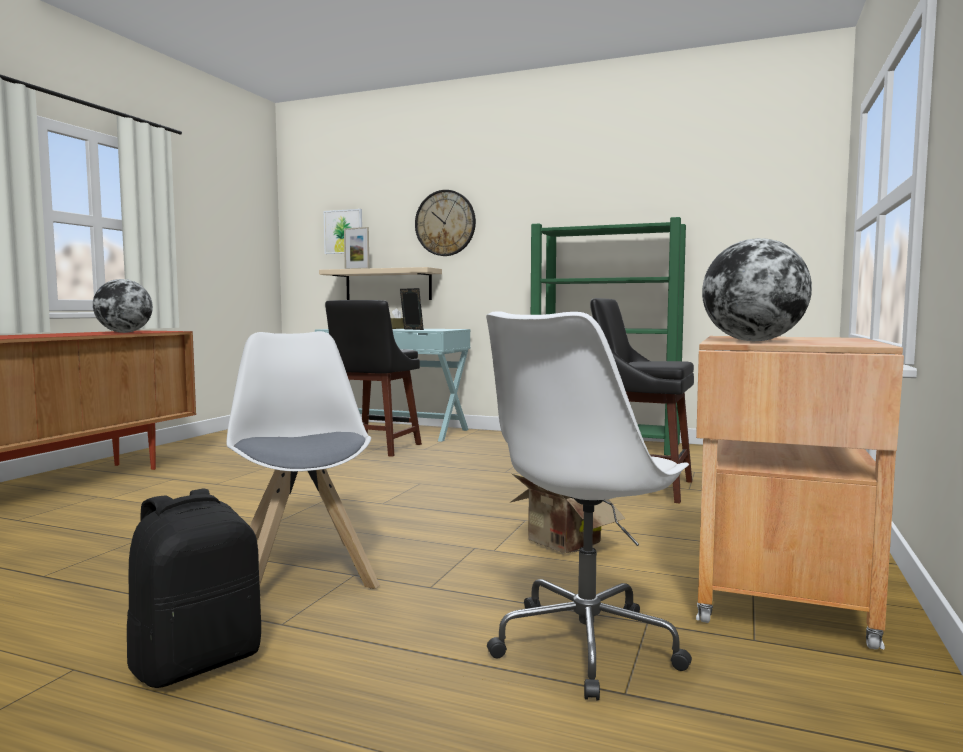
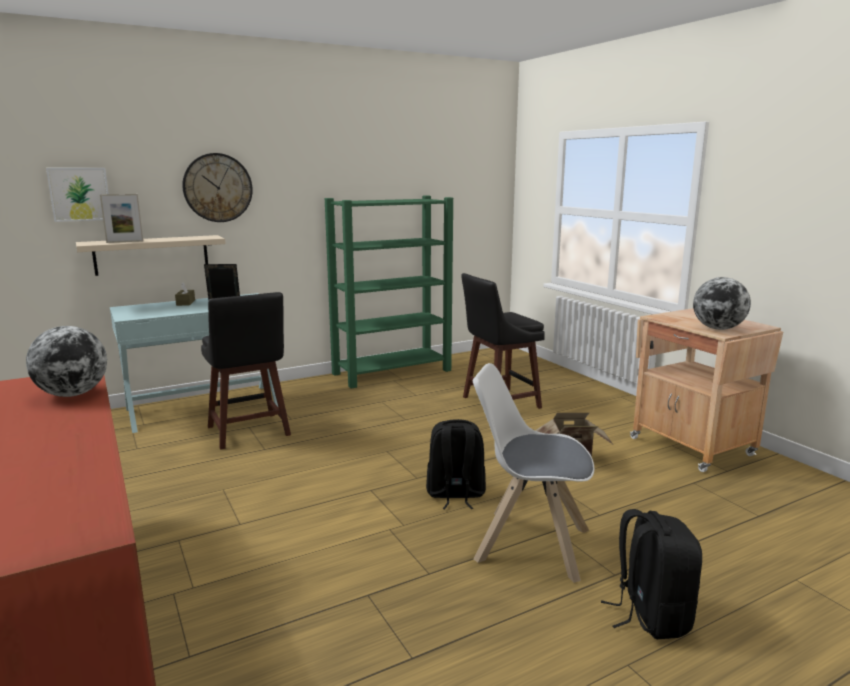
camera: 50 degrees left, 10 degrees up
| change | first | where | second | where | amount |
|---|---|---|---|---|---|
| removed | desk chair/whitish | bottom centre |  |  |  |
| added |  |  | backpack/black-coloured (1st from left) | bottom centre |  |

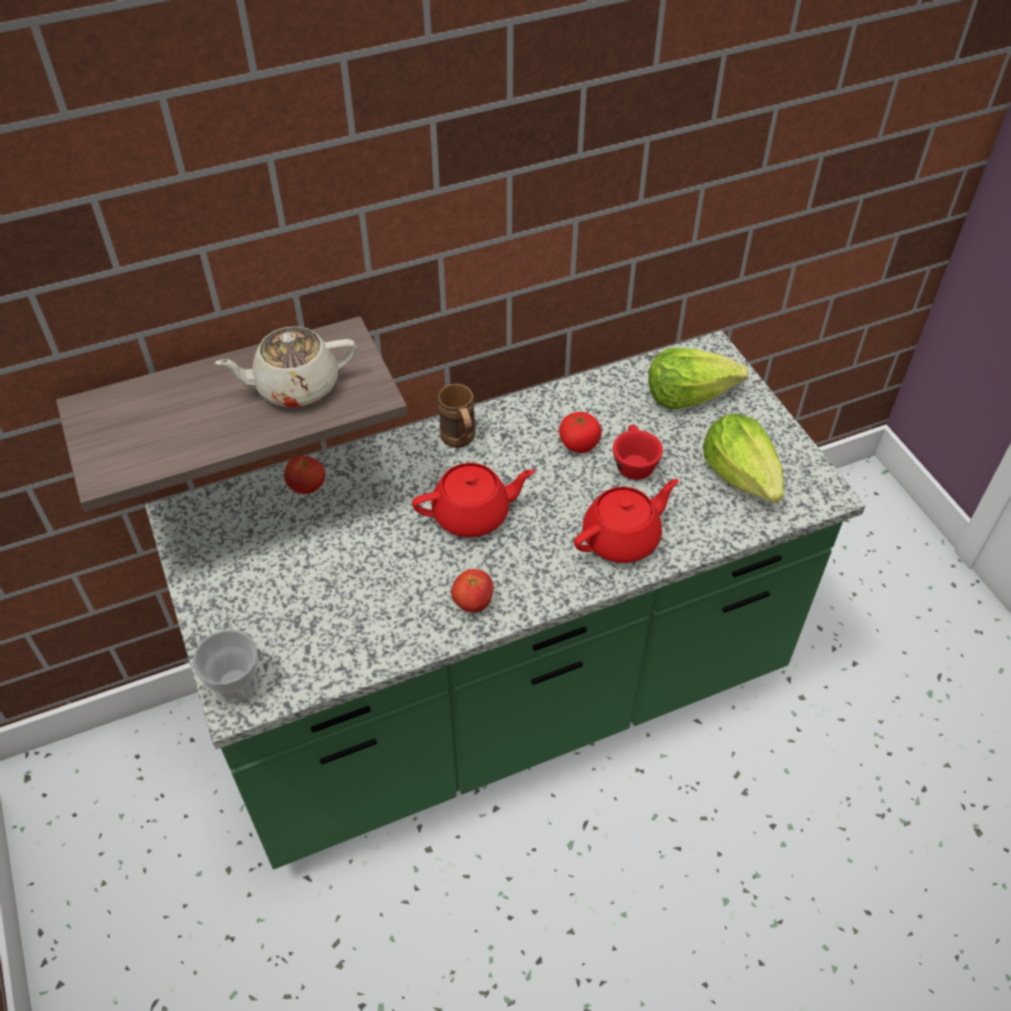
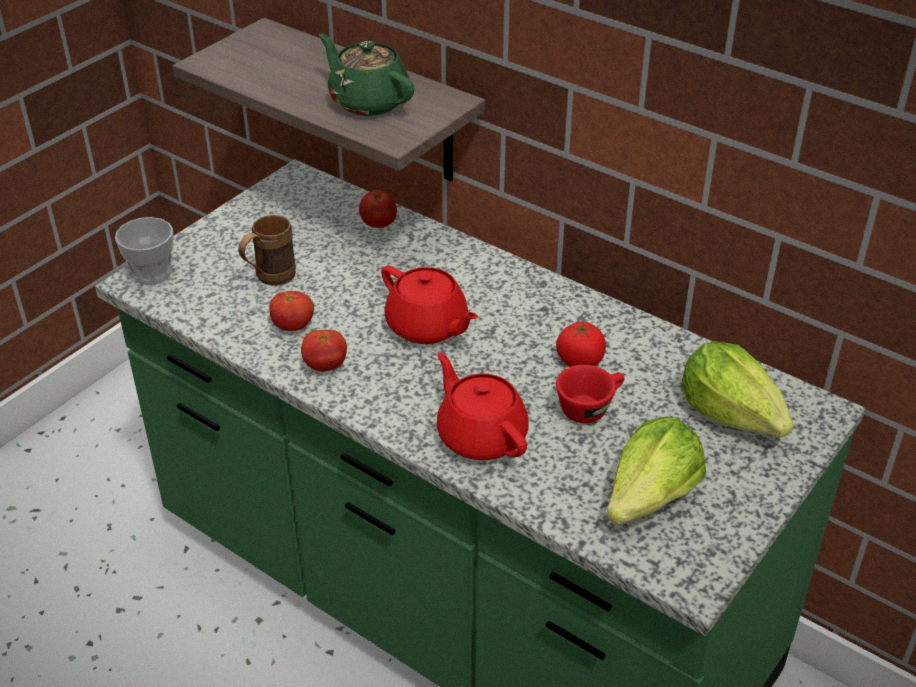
camera: 60 degrees right, 10 degrees down
| change | first | where | second | where | amount |
|---|---|---|---|---|---|
| recoloured | teapot/sand-coloured | middle left | teapot/greenish | top centre |  |
| moved | tea mug/brown | centre |  | middle left |  |
| turned | teapot/red (2nd from left) | centre |  | centre | 150 degrees counterclockwise |
| added |  |  | fresh tomato (1st from left) | middle left |  |

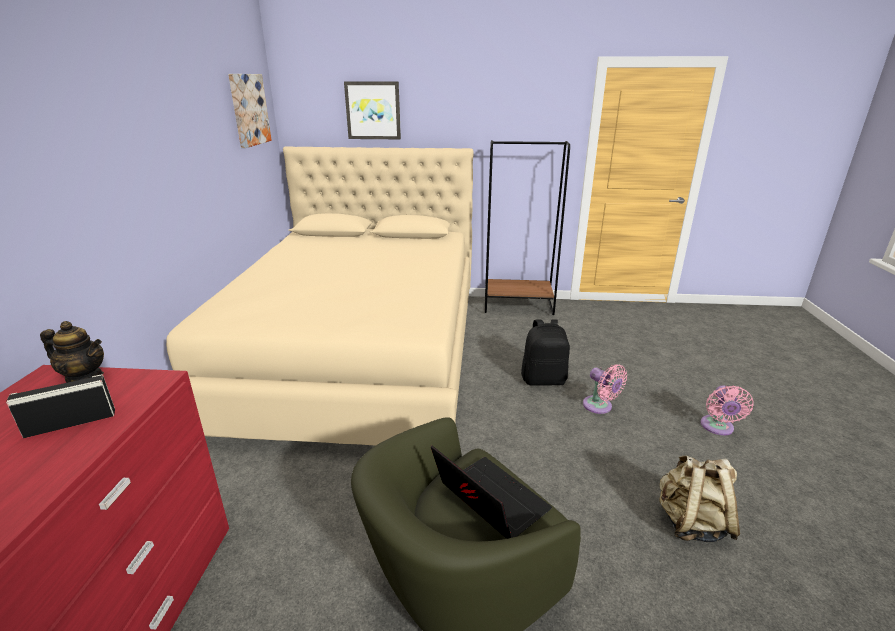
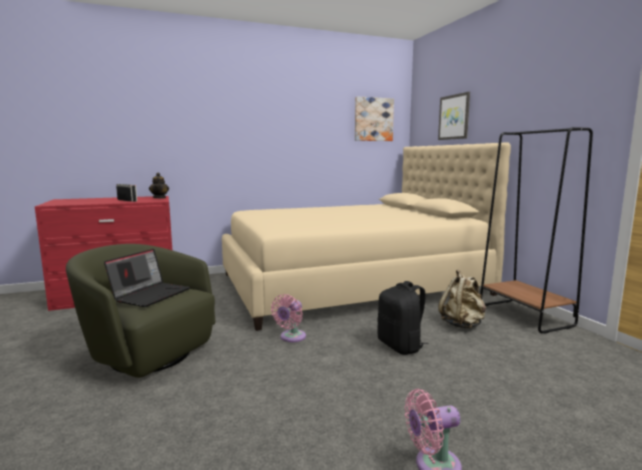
camera: 65 degrees right, 15 degrees down
| change | first | where | second | where | amount |
|---|---|---|---|---|---|
| moved | electric fan/pinkish (1st from left) | middle right |  | bottom centre |  |
| moved | backpack/sand-coloured | bottom right |  | middle right |  |

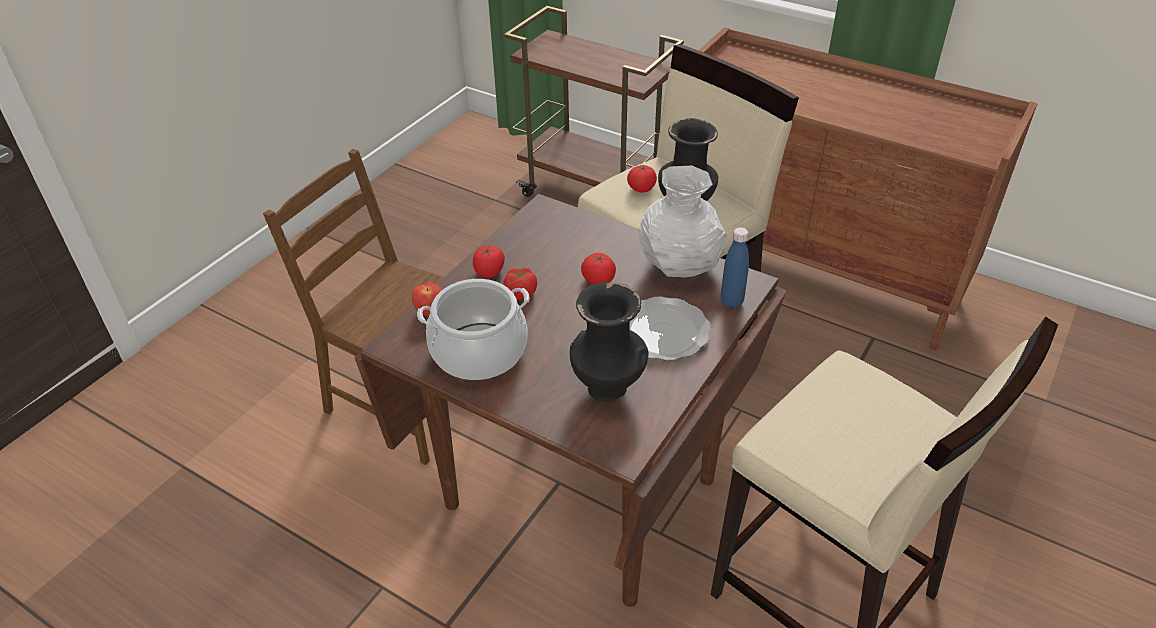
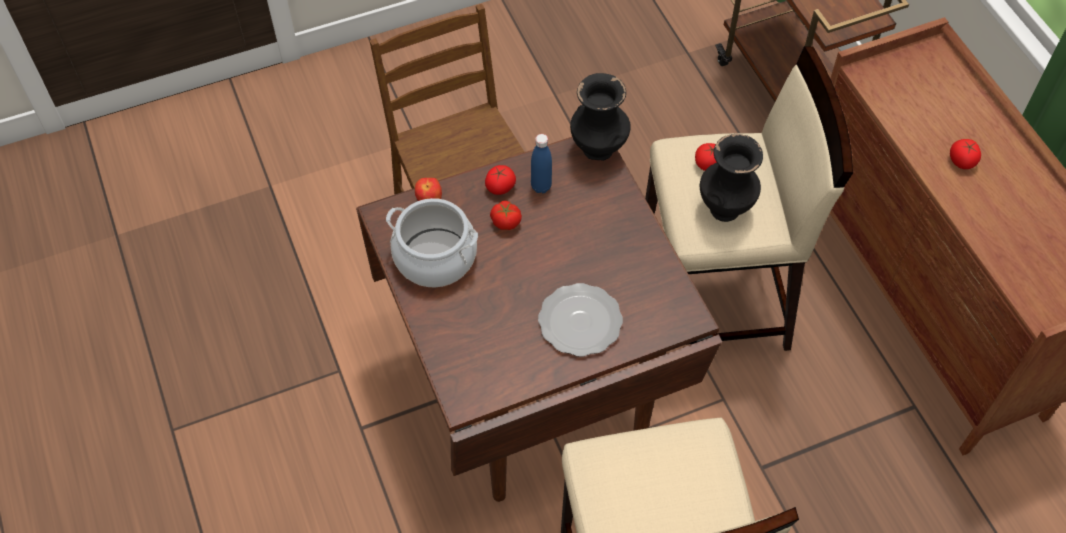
camera: 35 degrees right, 15 degrees up
| change | first | where | second | where | amount |
|---|---|---|---|---|---|
| removed | vase/whitish | centre |  |  |  |
| moved | drink bottle/bluish | centre |  | top centre |  |
| moved | fresh tomato (3rd from left in the first image) | centre | fresh tomato (4th from left) | top right |  |
| moved | vase/black-coloured (1st from left) | centre |  | top centre |  |

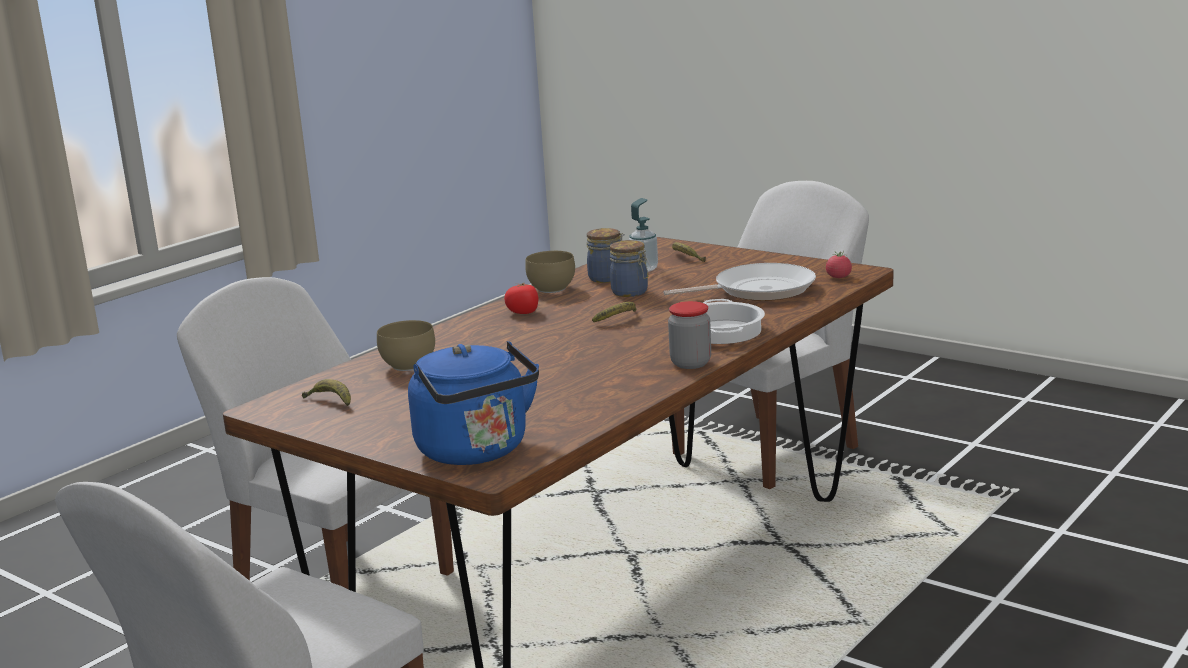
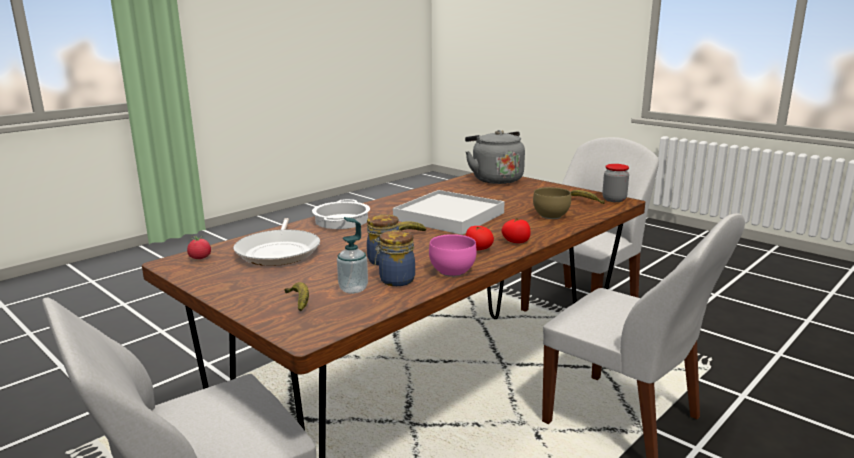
camera: 175 degrees left, 0 degrees up
| change | first | where | second | where | amount |
|---|---|---|---|---|---|
| recoloured | serving bowl/brown (2nd from left) | centre | serving bowl/pinkish | centre |  |
| turned | frying pan | centre |  | middle left | 90 degrees counterclockwise |
| moved | preserve jar (3rd from left) | centre |  | middle right |  |
| recoloured | kettle/bluish | centre | kettle/gray | centre |  |
| added |  |  | serving tray/whitish | centre |  |
| added |  |  | fresh tomato (3rd from left) | centre |  |

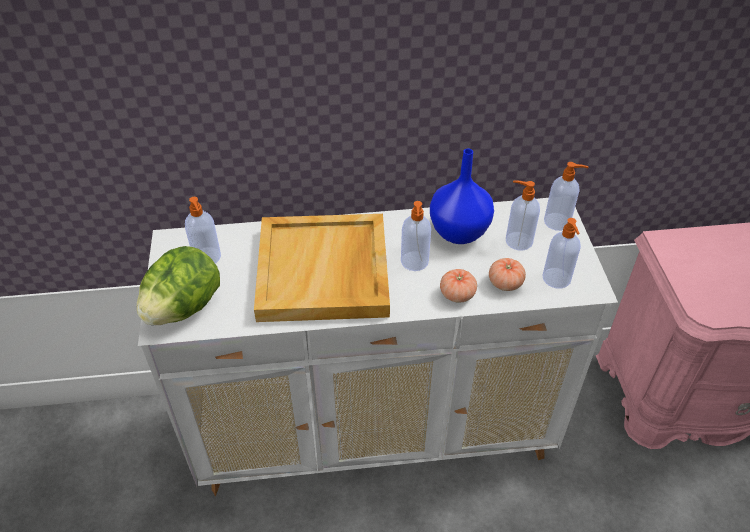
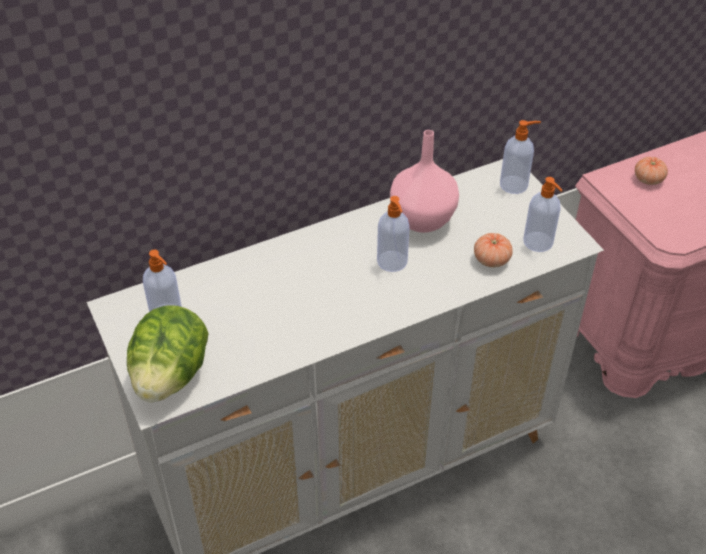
camera: 20 degrees left, 0 degrees up
| change | first | where | second | where | amount |
|---|---|---|---|---|---|
| recoloured | vase/bluish | centre | vase/pinkish | top centre |  |
| removed | soap dispenser (3rd from left) | middle right |  |  |  |
| removed | serving tray/sand-coloured | centre |  |  |  |
| moved | fresh tomato (1st from left in the first image) | centre | fresh tomato (2nd from left) | top right |  |

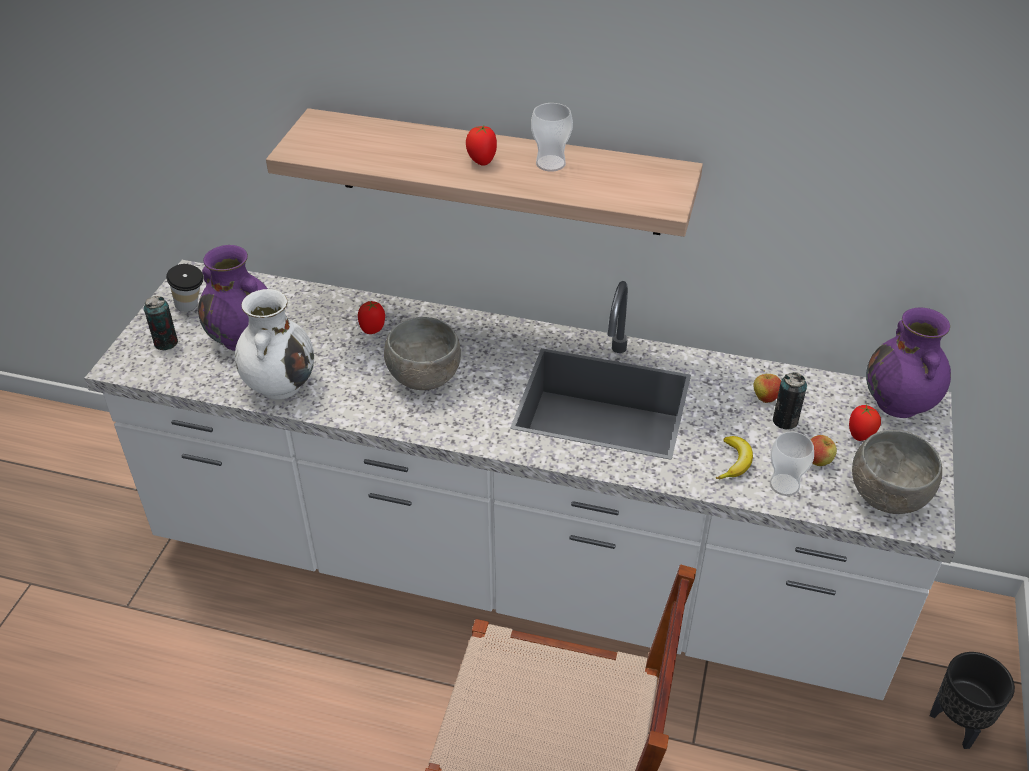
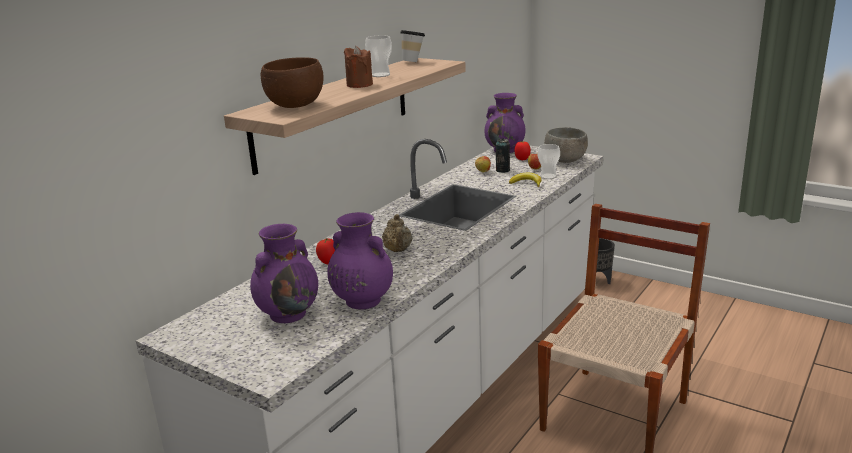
camera: 70 degrees left, 20 degrees down
| change | first | where | second | where | amount |
|---|---|---|---|---|---|
| replaced | fresh tomato (2nd from left) | top centre | candle/brown | top centre |  |
| moved | cup (1st from left in the first image) | middle left | cup (2nd from left) | top centre |  |
| recoloured | vase/whitish | middle left | vase/purple (2nd from left) | centre |  |
| removed | metal can (1st from left) | middle left |  |  |  |
| replaced | serving bowl/gray (1st from left) | centre | teapot/sand-coloured | centre |  |
| added |  |  | serving bowl/brown | top centre |  |

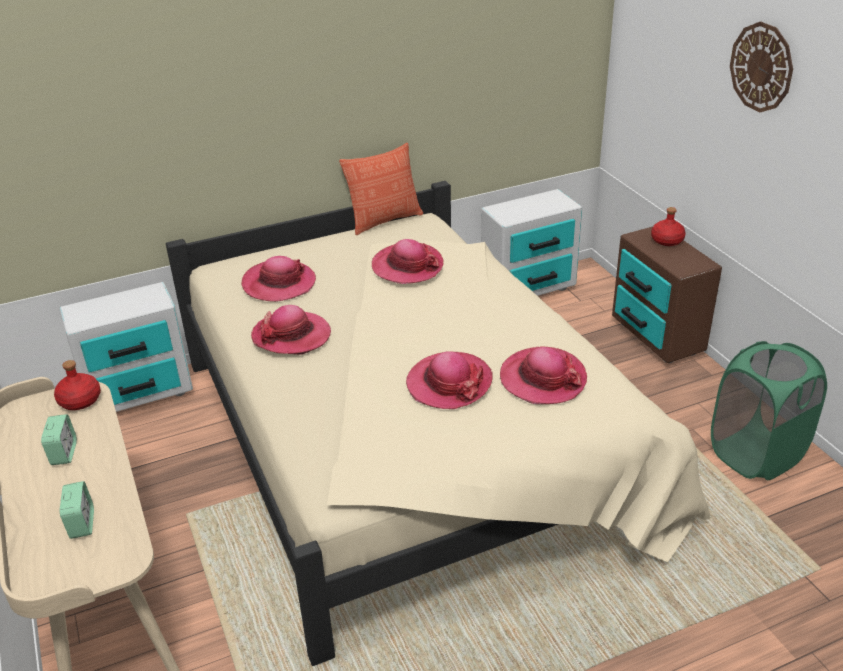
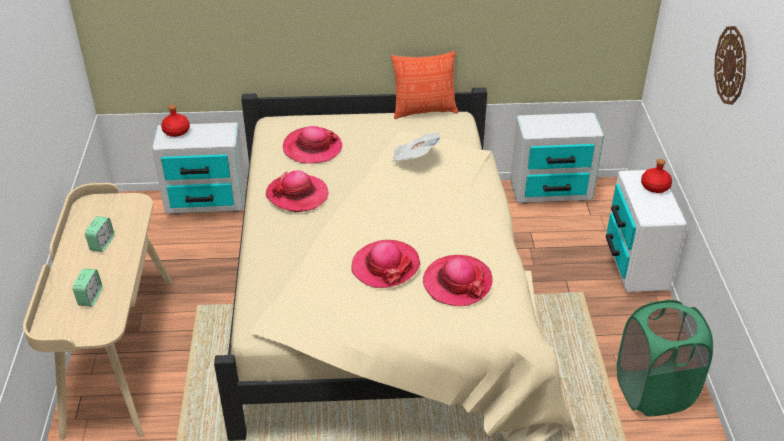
camera: 20 degrees right, 5 degrees up
| change | first | where | second | where | amount |
|---|---|---|---|---|---|
| recoloured | bedside table/brown | middle right | bedside table/whitish (3rd from left) | middle right |  |
| replaced | clothing hat (3rd from left) | centre | daily paper | centre |  |
| moved | drink bottle/red (1st from left) | middle left |  | top left |  |

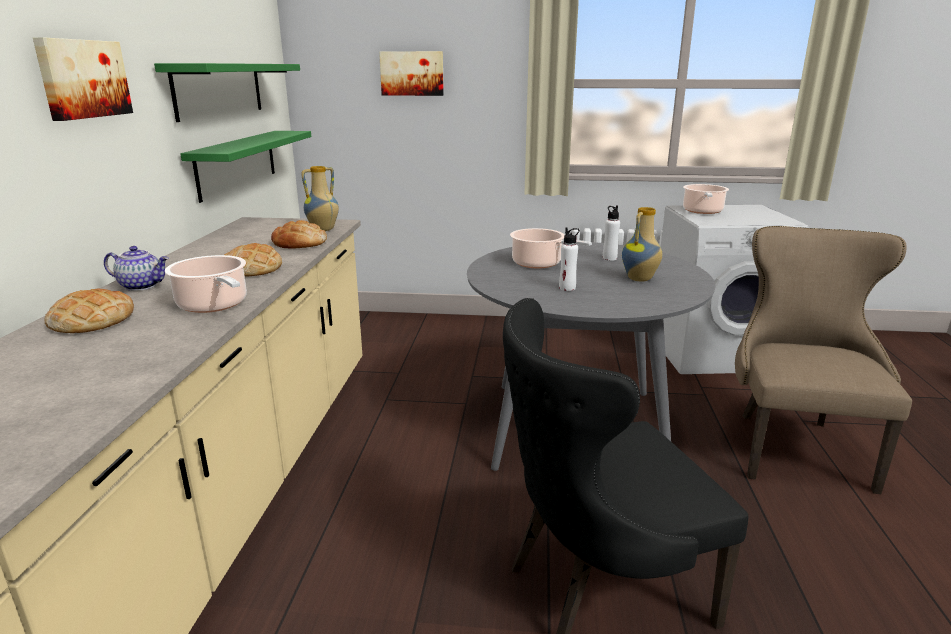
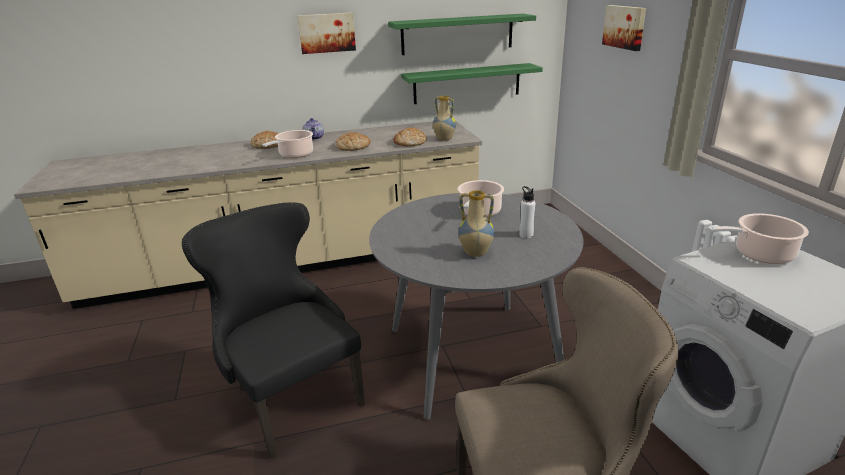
camera: 70 degrees right, 5 degrees up
| change | first | where | second | where | amount |
|---|---|---|---|---|---|
| removed | drink bottle/whitish (1st from left) | centre |  |  |  |

